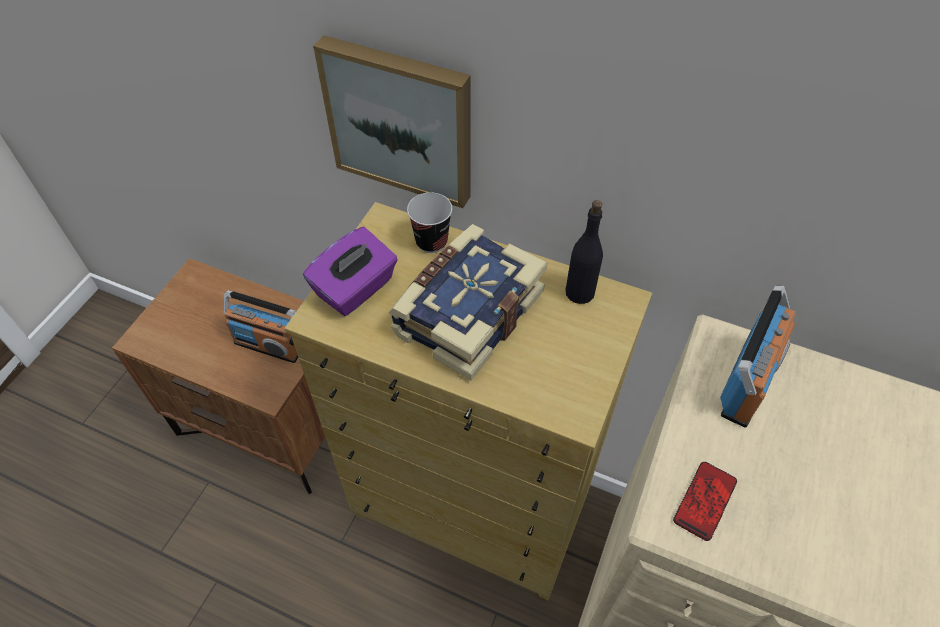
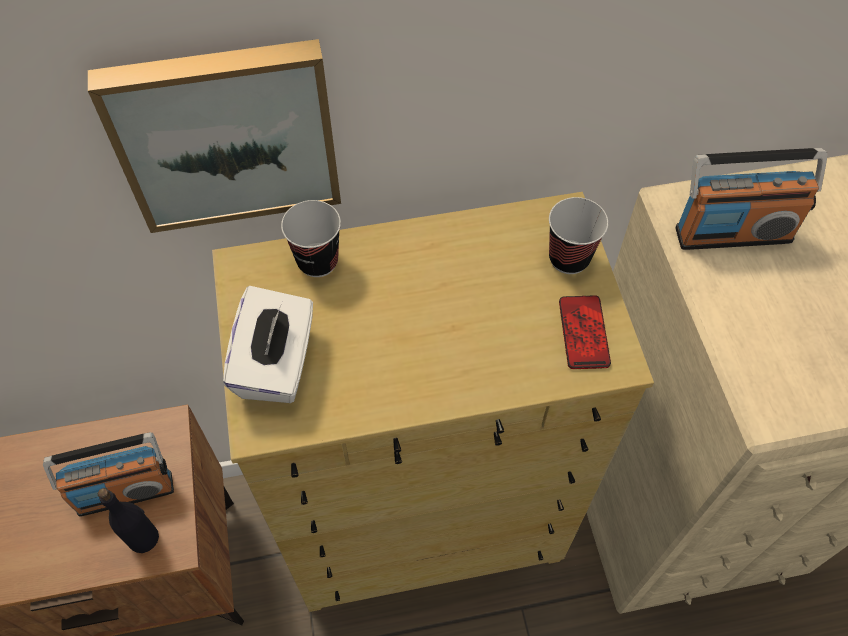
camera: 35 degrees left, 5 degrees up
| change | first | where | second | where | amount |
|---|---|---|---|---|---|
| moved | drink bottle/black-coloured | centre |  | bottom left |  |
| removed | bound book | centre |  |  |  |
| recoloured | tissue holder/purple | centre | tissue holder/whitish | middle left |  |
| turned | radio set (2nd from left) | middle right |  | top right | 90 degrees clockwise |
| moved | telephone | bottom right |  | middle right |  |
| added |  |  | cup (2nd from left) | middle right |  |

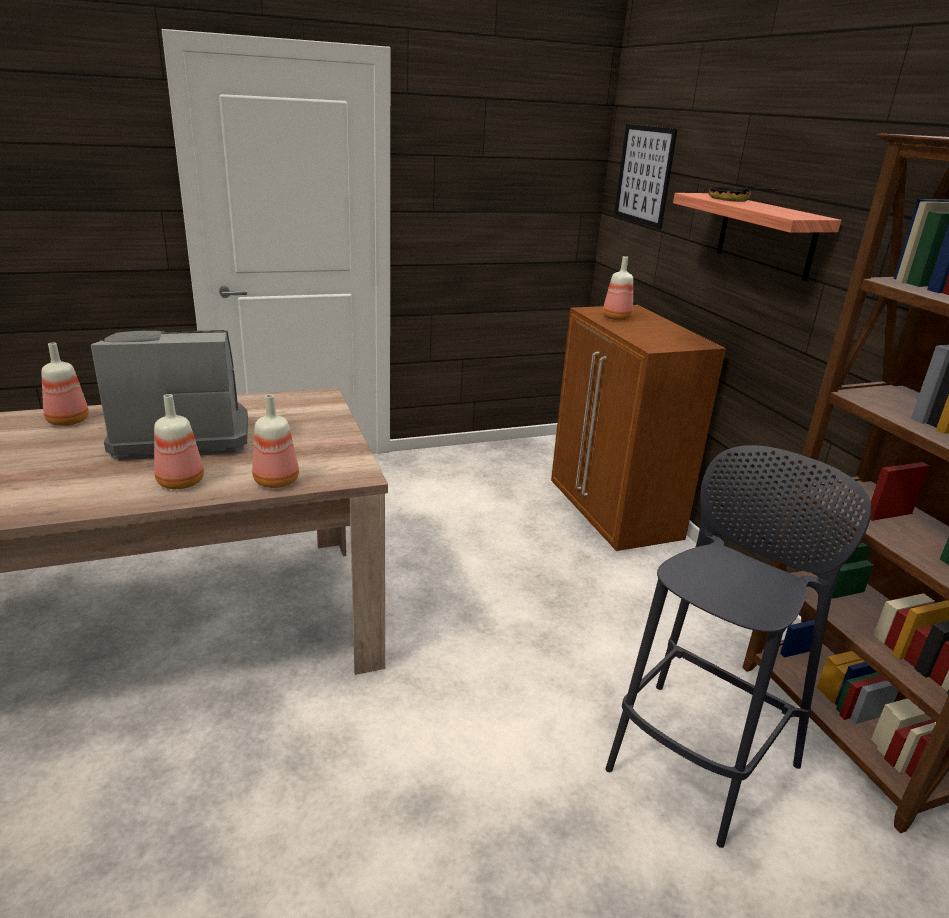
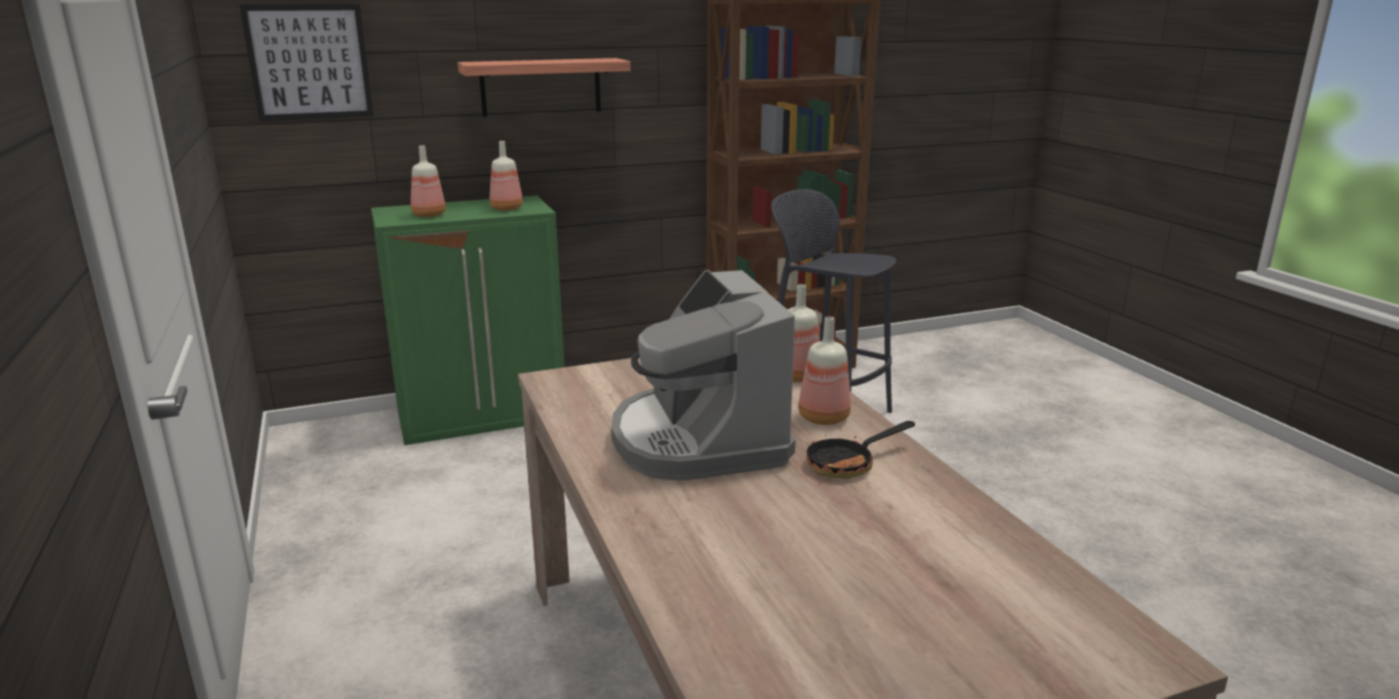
camera: 90 degrees left, 5 degrees down
| change | first | where | second | where | amount |
|---|---|---|---|---|---|
| moved | frying pan | top right |  | centre |  |
| recoloured | cabinet/brown | middle right | cabinet/greenish | centre |  |
| moved | drink bottle (1st from left in the first image) | middle left | drink bottle (2nd from left) | top centre |  |

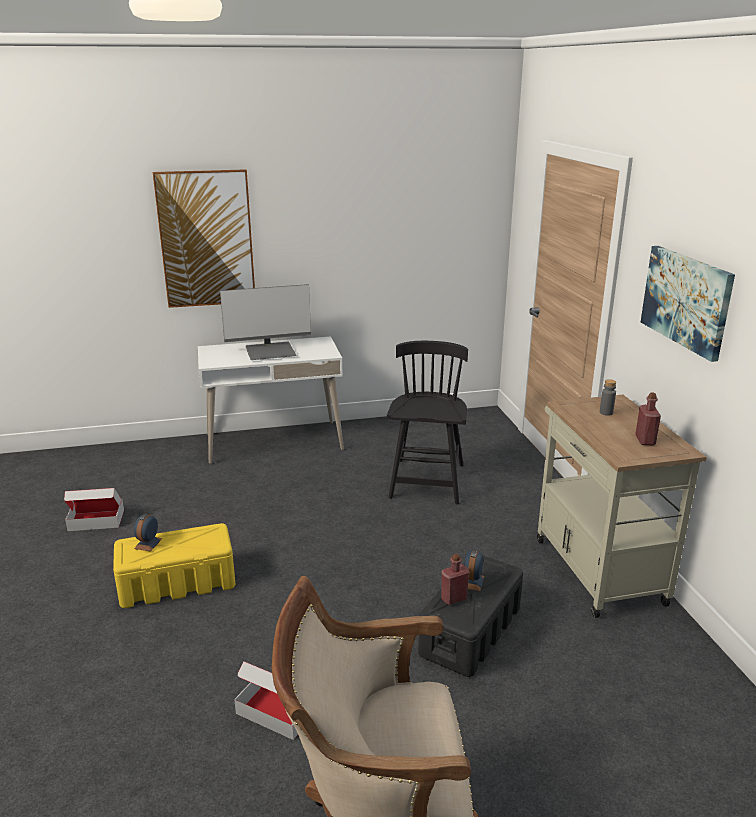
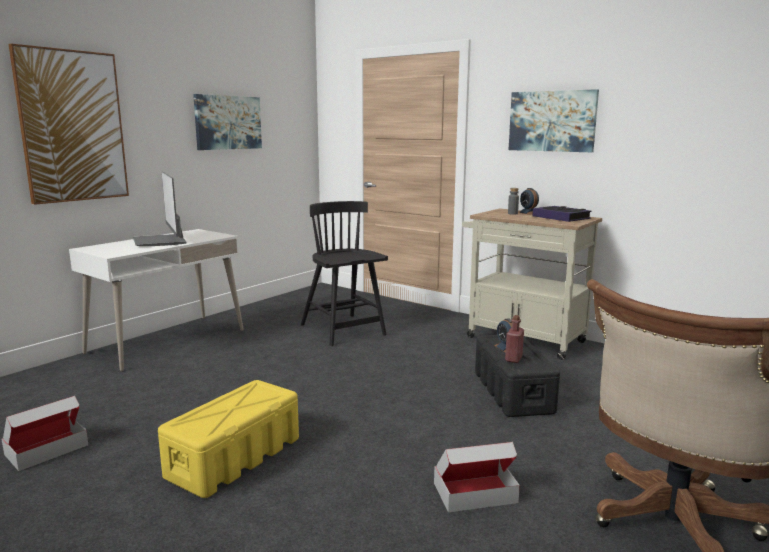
camera: 40 degrees left, 10 degrees down
| change | first | where | second | where | amount |
|---|---|---|---|---|---|
| turned | computer screen | centre |  | middle left | 120 degrees clockwise |
| replaced | drink bottle/red (2nd from left) | middle right | bound book | middle right |  |
| moved | bedside clock (1st from left in the first image) | middle left | bedside clock (2nd from left) | middle right |  |
| added |  |  | wall art (2nd from left) | top left |  |

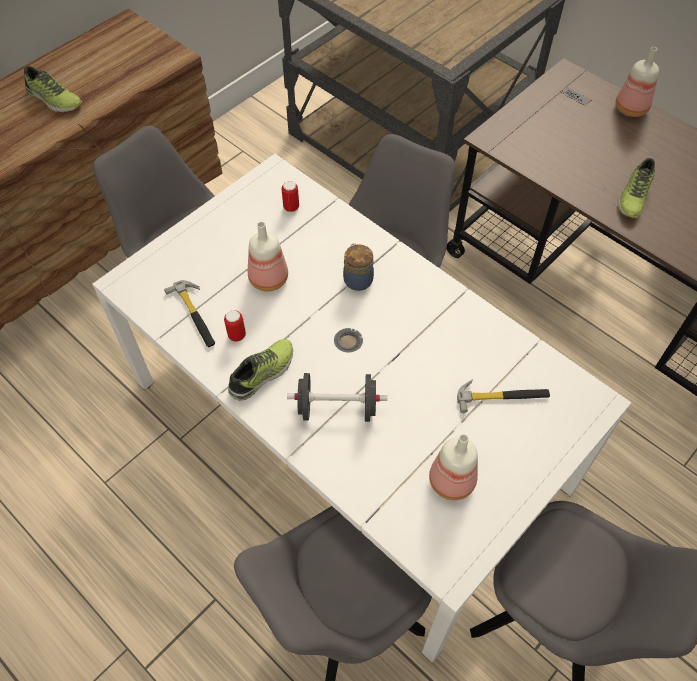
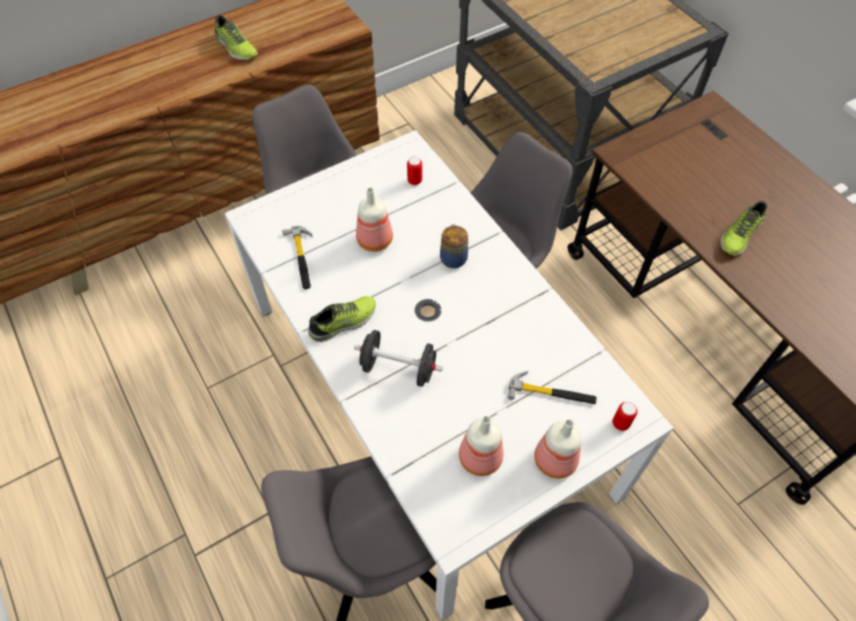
camera: 15 degrees right, 0 degrees up
| change | first | where | second | where | amount |
|---|---|---|---|---|---|
| moved | drink bottle (3rd from left) | top right |  | bottom centre |  |
| moved | metal can (1st from left in the first image) | centre | metal can (2nd from left) | bottom right |  |

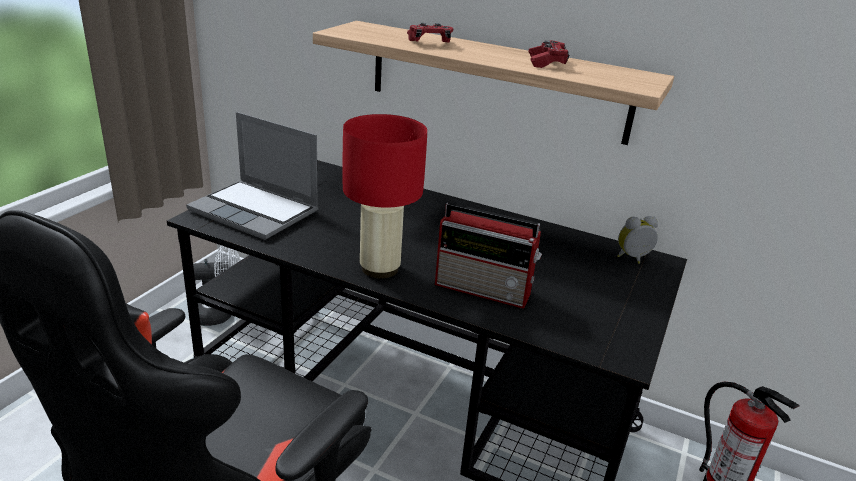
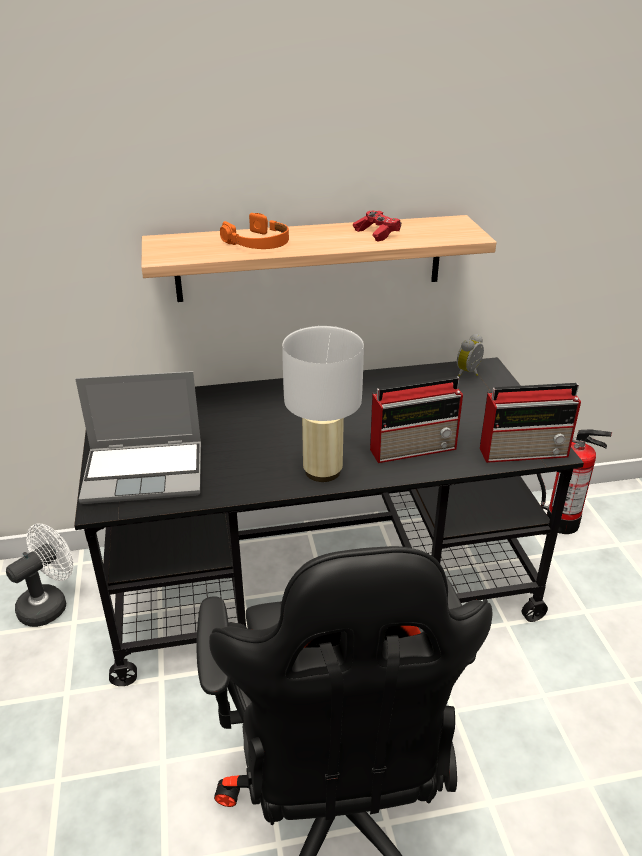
camera: 35 degrees left, 5 degrees up
| change | first | where | second | where | amount |
|---|---|---|---|---|---|
| replaced | game controller/red (1st from left) | top centre | headphones/orange | top centre |  |
| recoloured | tabletop lamp/red | centre | tabletop lamp/whitish | centre |  |
| added |  |  | radio set (2nd from left) | middle right |  |

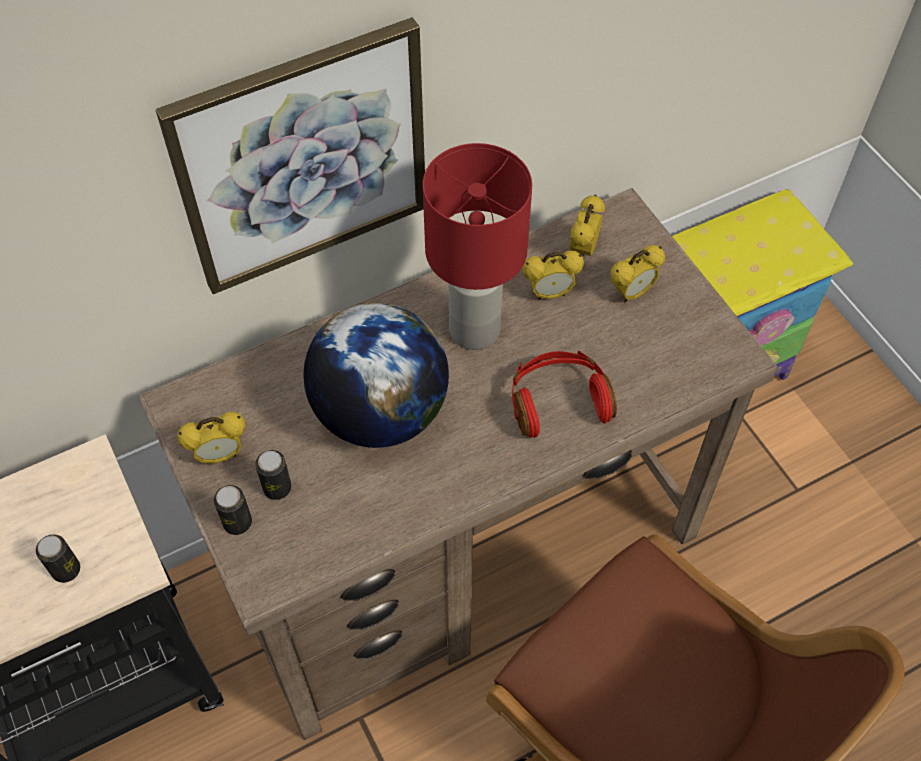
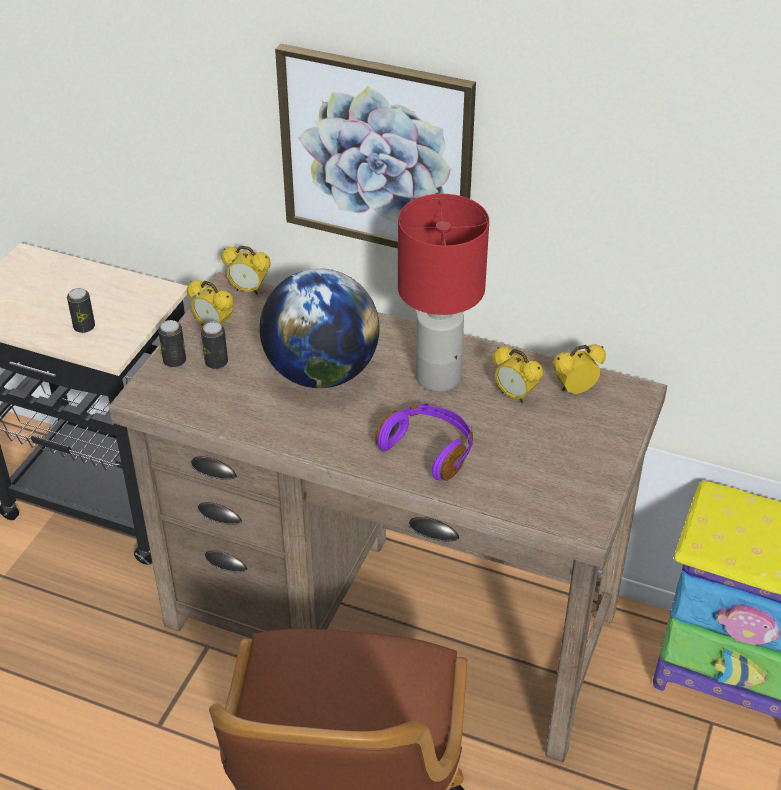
camera: 50 degrees right, 15 degrees down
| change | first | where | second | where | amount |
|---|---|---|---|---|---|
| moved | bedside clock (4th from left in the first image) | middle right | bedside clock (2nd from left) | middle left |  |
| recoloured | headphones/red | centre | headphones/purple | centre |  |

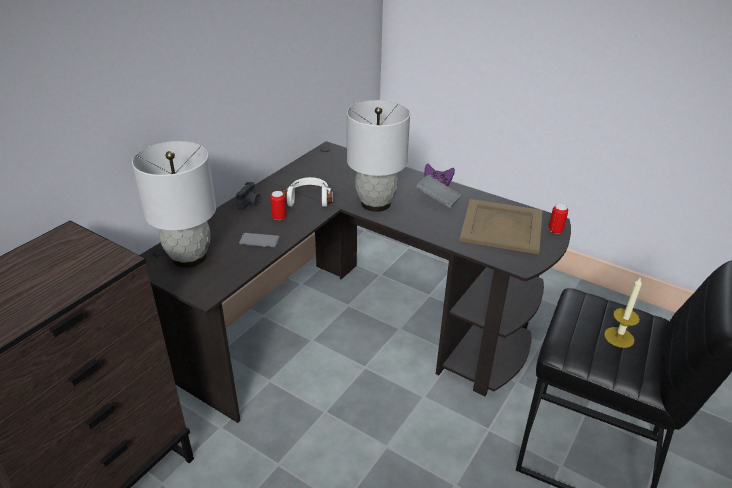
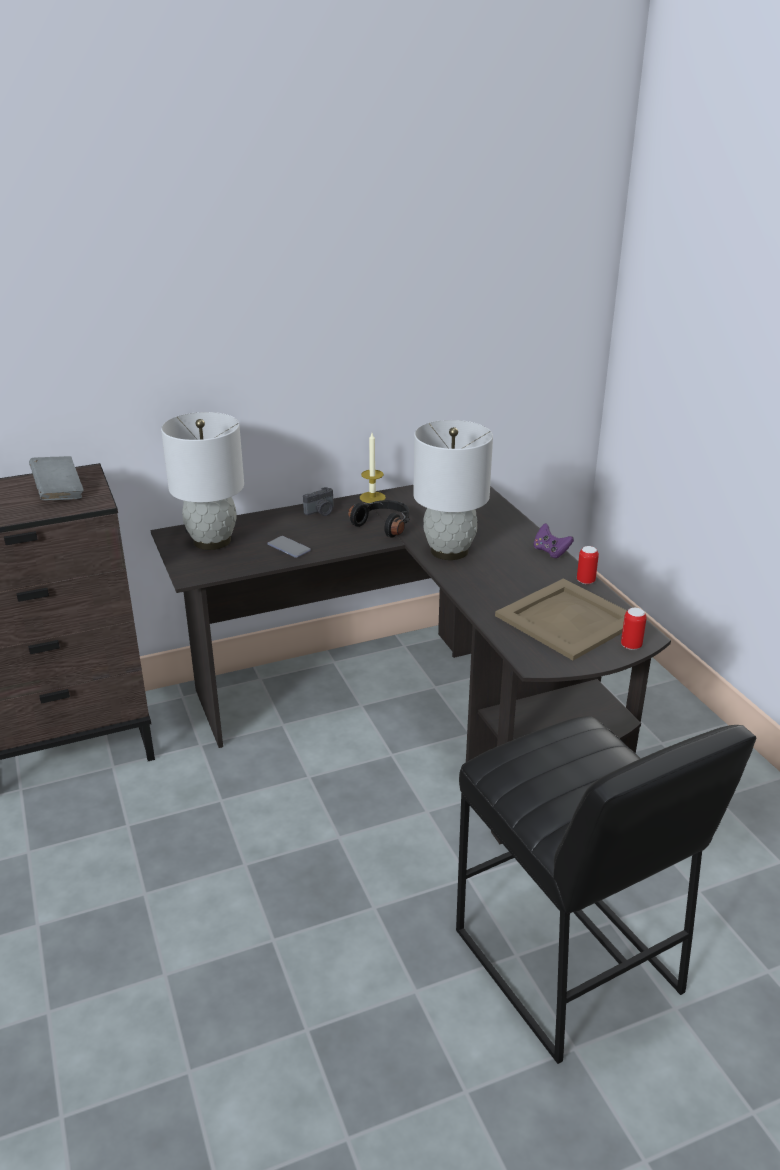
camera: 35 degrees right, 5 degrees down
| change | first | where | second | where | amount |
|---|---|---|---|---|---|
| moved | bound book/gray | centre |  | middle left |  |
| recoloured | headphones/whitish | centre | headphones/black-coloured | centre |  |
| moved | metal can (1st from left) | centre |  | middle right |  |
| moved | candle | middle right |  | centre |  |

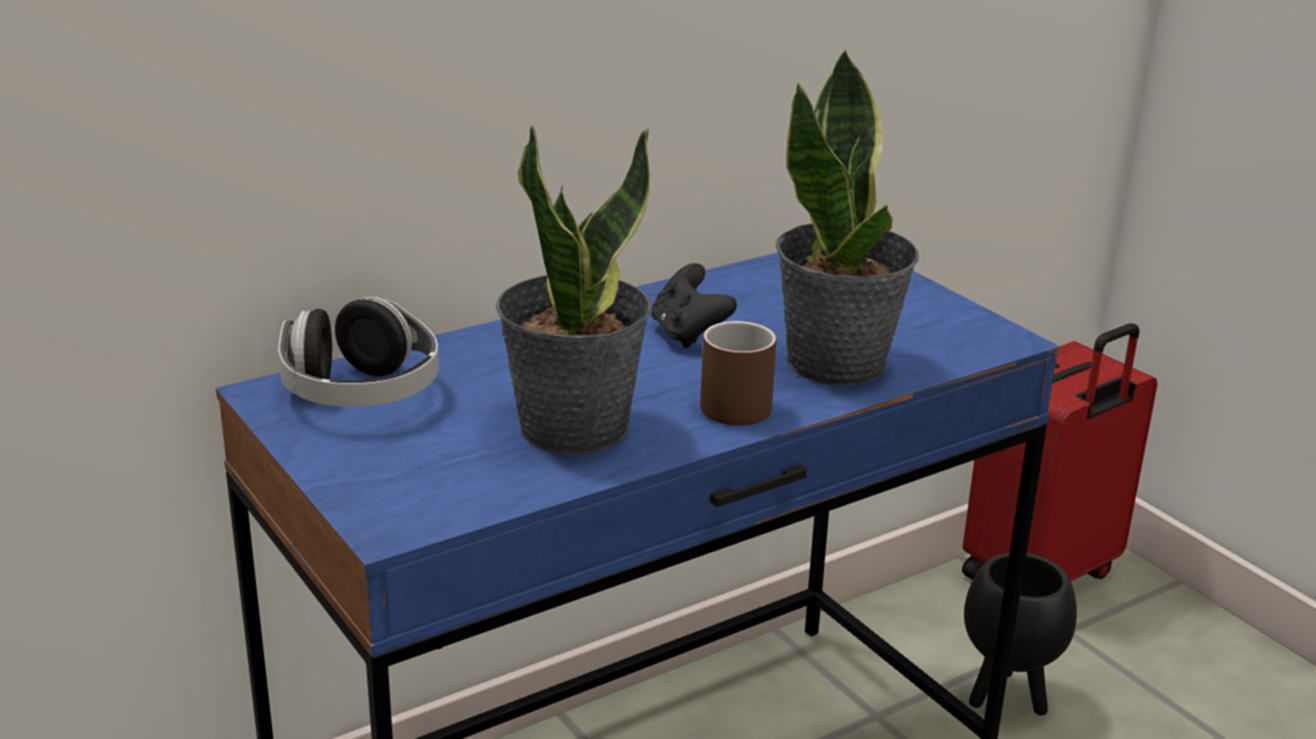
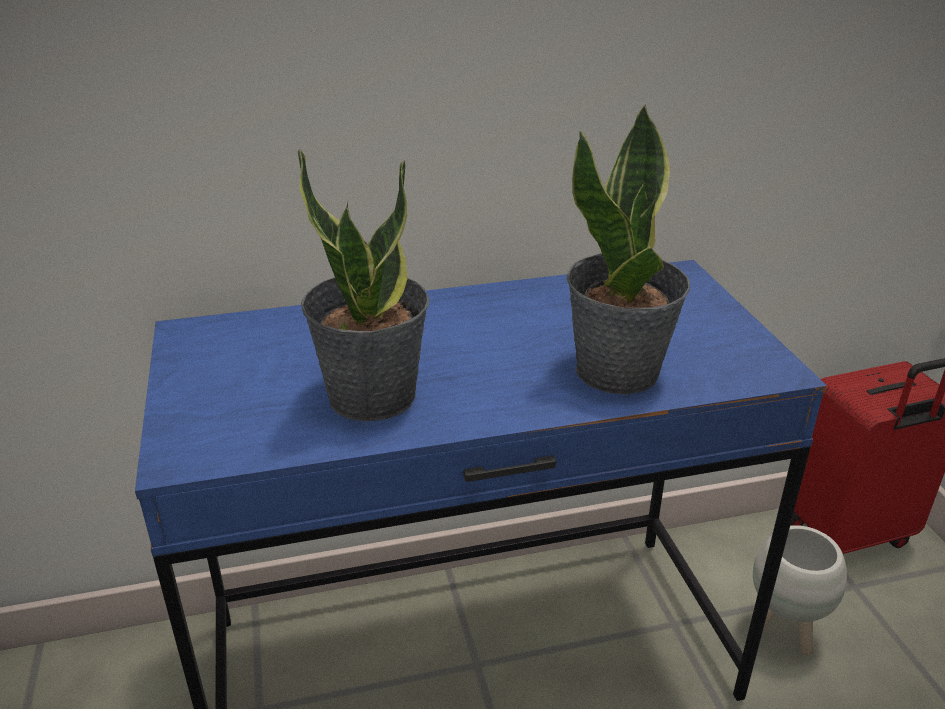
camera: 20 degrees right, 5 degrees up
| change | first | where | second | where | amount |
|---|---|---|---|---|---|
| removed | game controller/black-coloured | centre |  |  |  |
| removed | headphones | middle left |  |  |  |
| removed | tea mug/brown | centre |  |  |  |
| recoloured | plant pot/black-coloured | bottom right | plant pot/whitish | bottom right |  |

